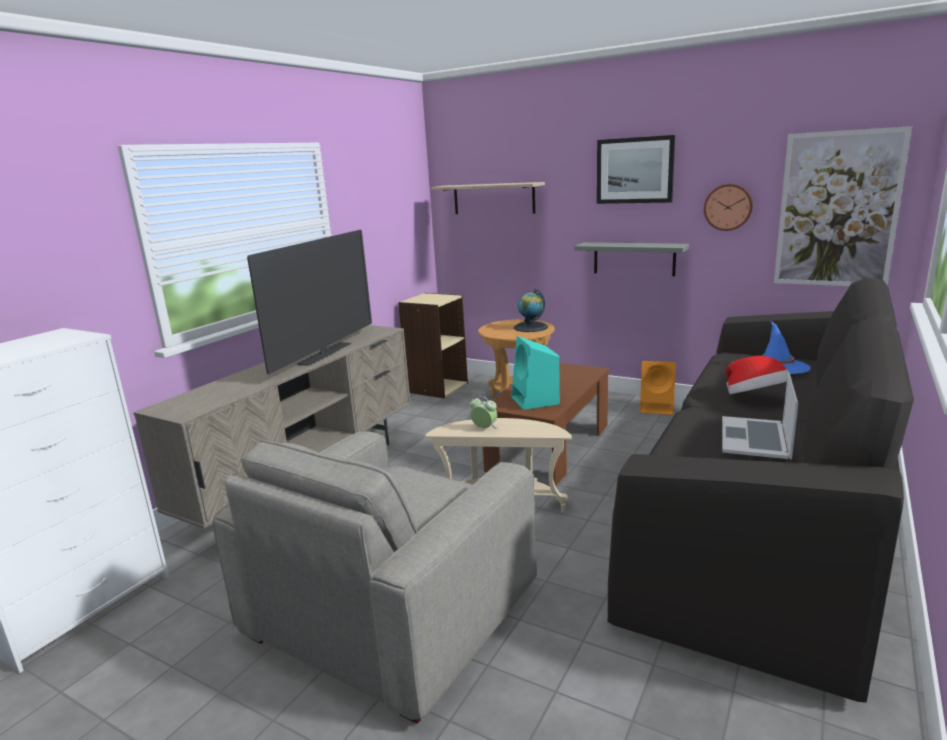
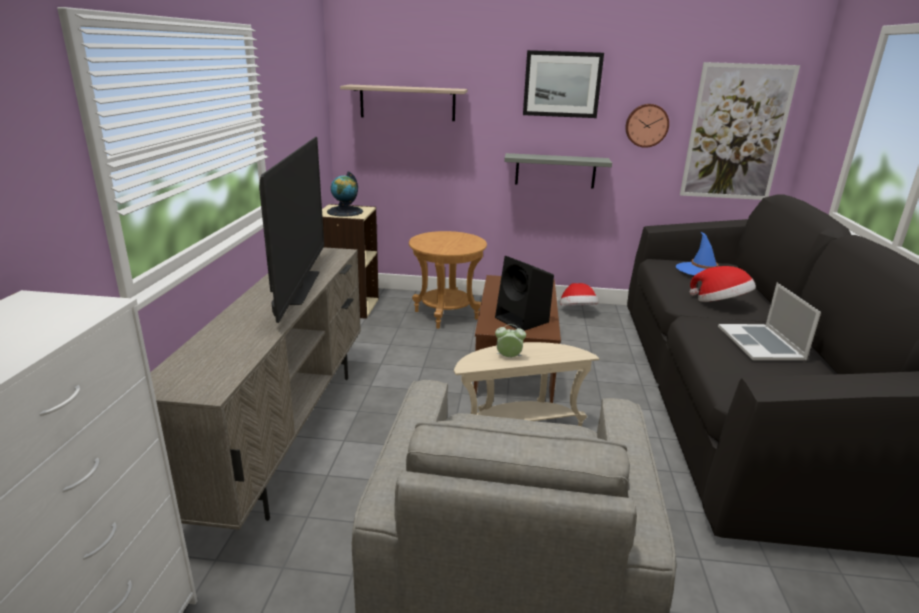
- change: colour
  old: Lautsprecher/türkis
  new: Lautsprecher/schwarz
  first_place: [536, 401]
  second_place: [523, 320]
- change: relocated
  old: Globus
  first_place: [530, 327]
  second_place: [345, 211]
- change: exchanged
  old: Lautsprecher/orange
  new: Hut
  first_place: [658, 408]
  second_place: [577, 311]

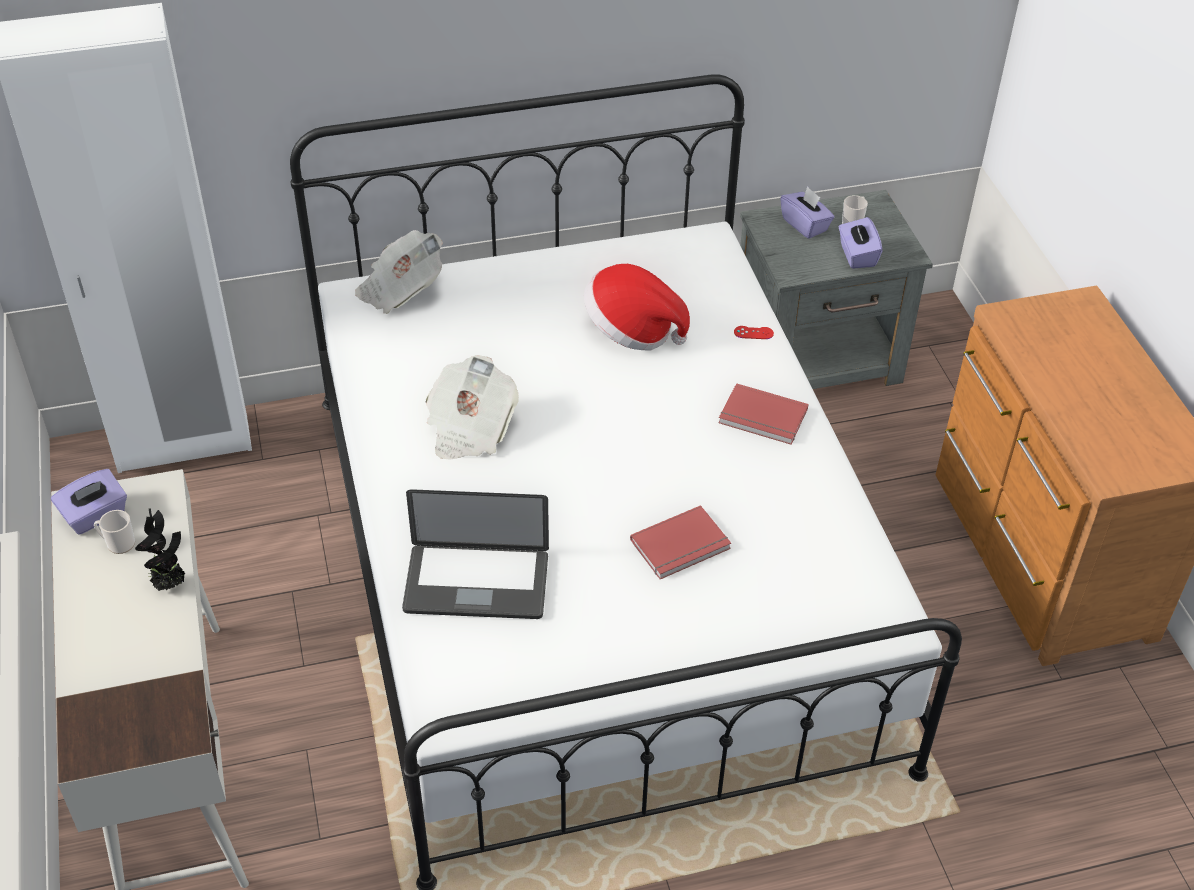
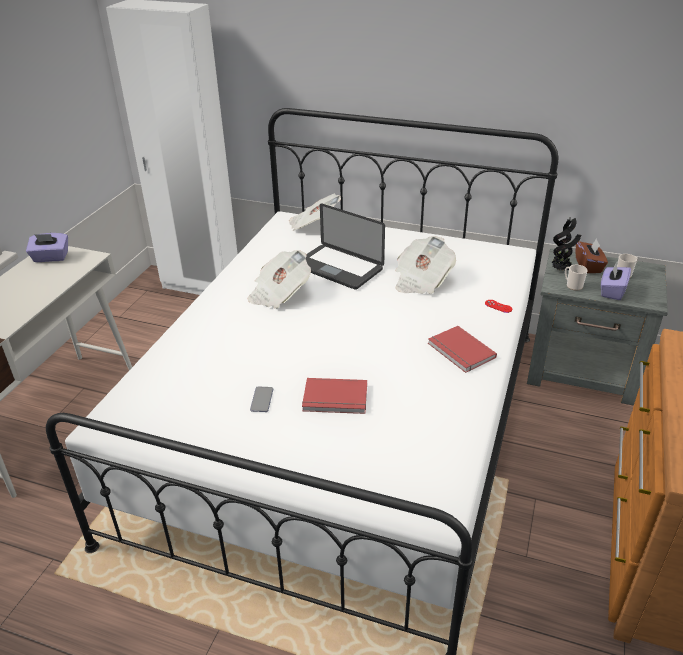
- change: relocated
  old: Henkelbecher
  first_place: [118, 543]
  second_place: [572, 285]
- change: relocated
  old: Topfpflanze
  first_place: [170, 584]
  second_place: [560, 269]
- change: relocated
  old: Laptop
  first_place: [476, 584]
  second_place: [338, 268]
- change: exchanged
  old: Hut
  new: Zeitung
  first_place: [632, 330]
  second_place: [421, 280]
- change: colour
  old: Taschentuchbox/lila
  new: Taschentuchbox/braun
  first_place: [805, 225]
  second_place: [588, 266]
- change: appeared
  new: Handy
  second_place: [262, 400]

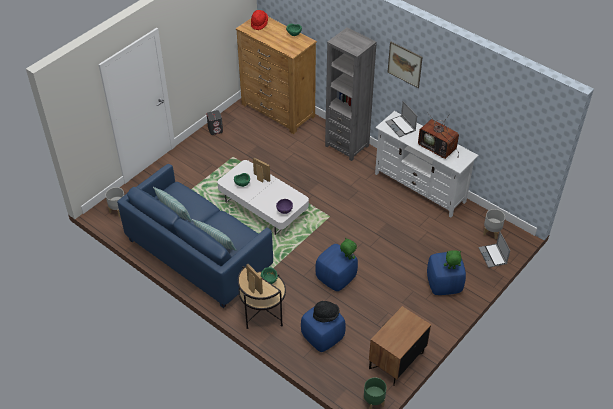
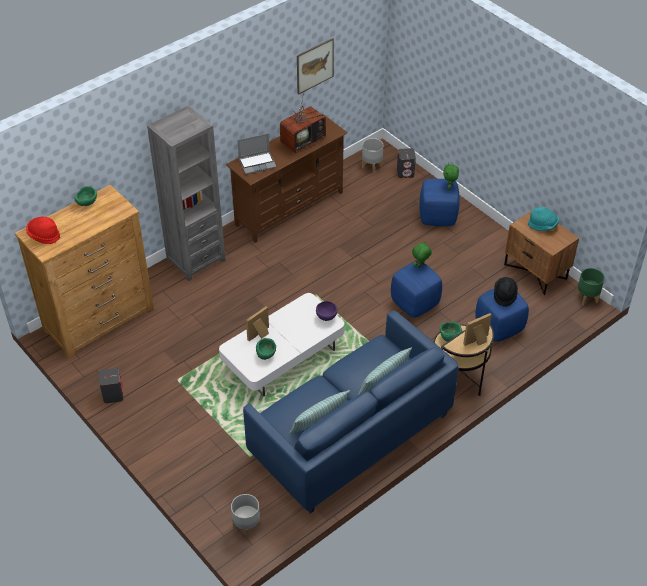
- change: colour
  old: Fernsehschrank/weiß
  new: Fernsehschrank/braun
  first_place: [420, 187]
  second_place: [289, 208]
- change: relocated
  old: Bild
  first_place: [405, 64]
  second_place: [315, 66]
- change: exchanged
  old: Laptop
  new: Lautsprecher/grau
  first_place: [493, 256]
  second_place: [405, 172]
- change: appeared
  new: Hut/türkis
  second_place: [542, 226]

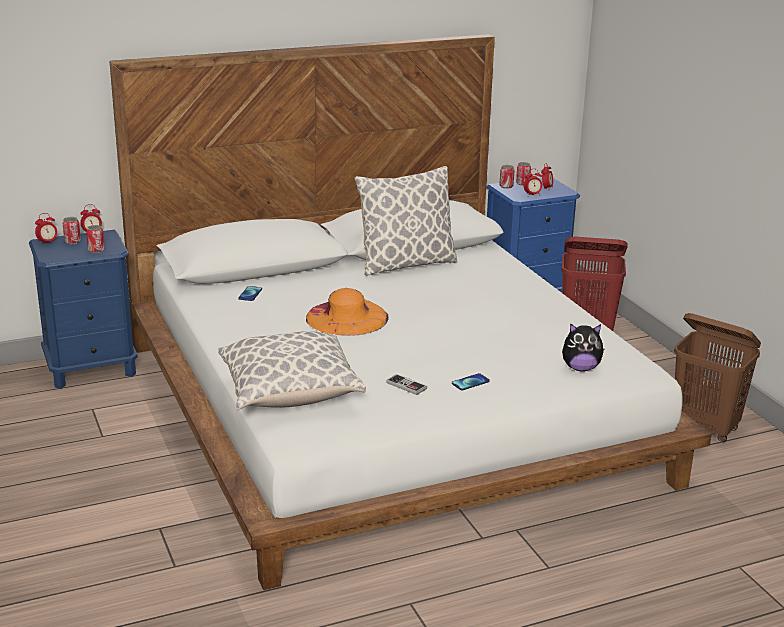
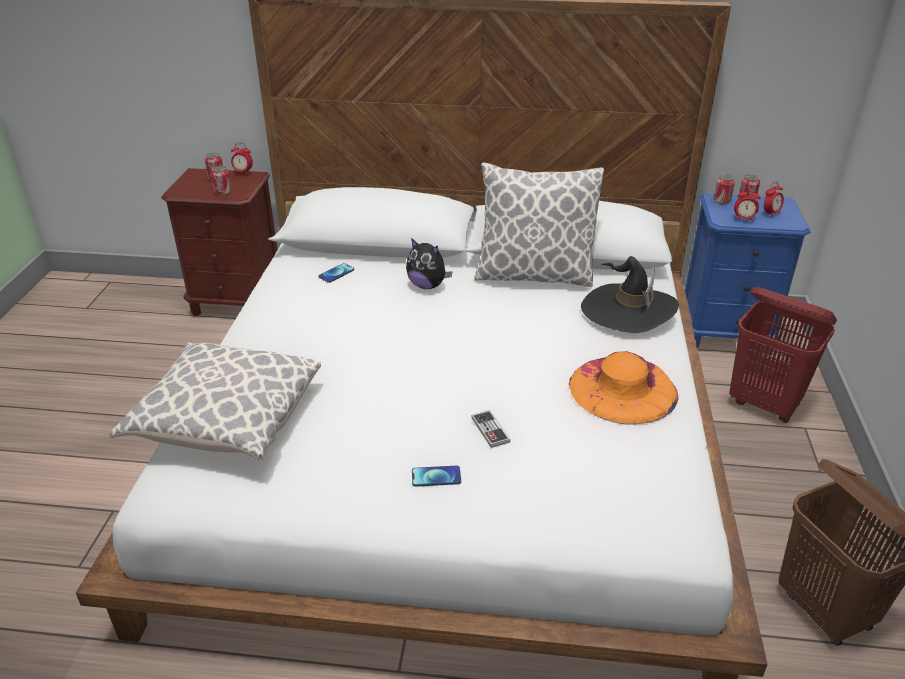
- change: colour
  old: Nachttisch/blau
  new: Nachttisch/braun
  first_place: [91, 369]
  second_place: [237, 302]
- change: missing
  old: Wecker
  first_place: [48, 242]
- change: relocated
  old: Hut/orange
  first_place: [347, 317]
  second_place: [623, 389]
- change: relocated
  old: Gamepad
  first_place: [406, 386]
  second_place: [490, 430]
- change: relocated
  old: Plüschtier
  first_place: [580, 368]
  second_place: [427, 285]
- change: appeared
  new: Hut/schwarz
  second_place: [628, 311]

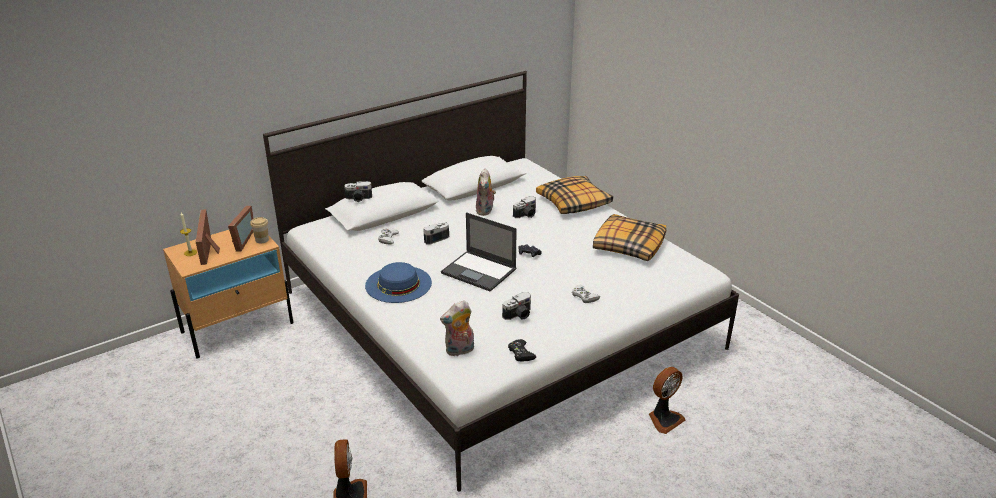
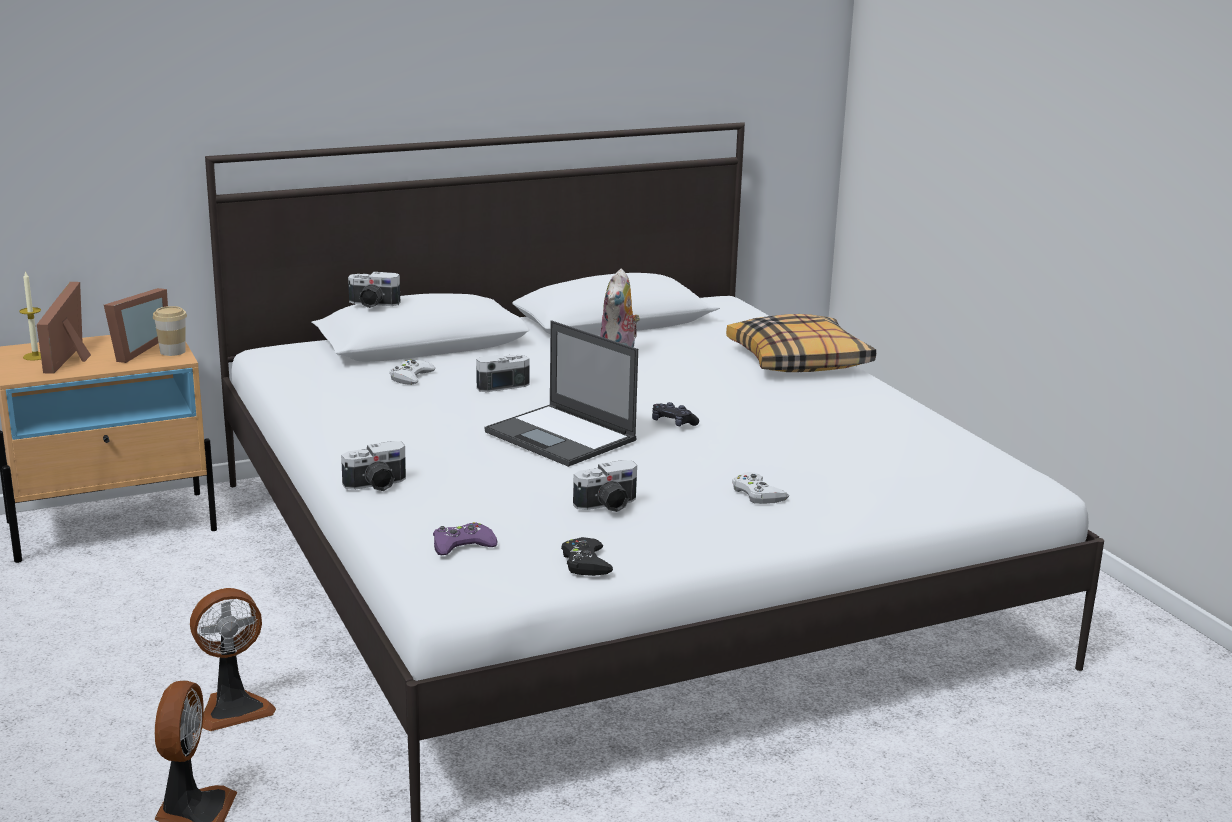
- change: missing
  old: Hut/blau
  first_place: [398, 284]
- change: exchanged
  old: Plüschtier
  new: Gamepad/lila
  first_place: [459, 351]
  second_place: [462, 545]
- change: relocated
  old: Kamera
  first_place: [526, 215]
  second_place: [376, 485]
- change: missing
  old: Kissen
  first_place: [628, 245]
- change: relocated
  old: Ventilator
  first_place: [664, 419]
  second_place: [233, 708]

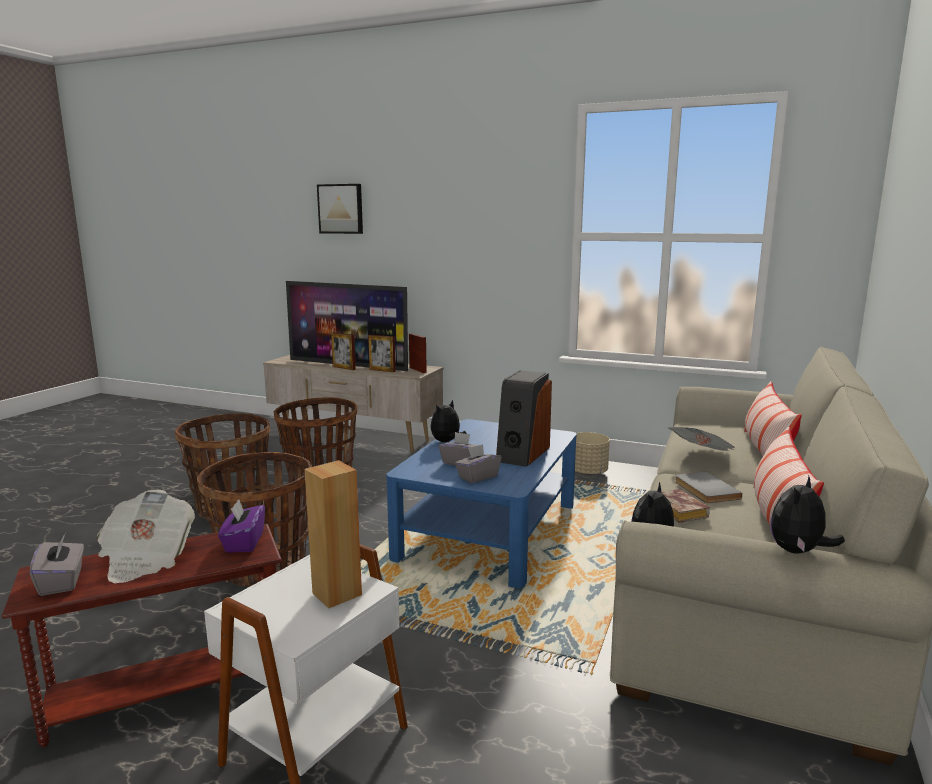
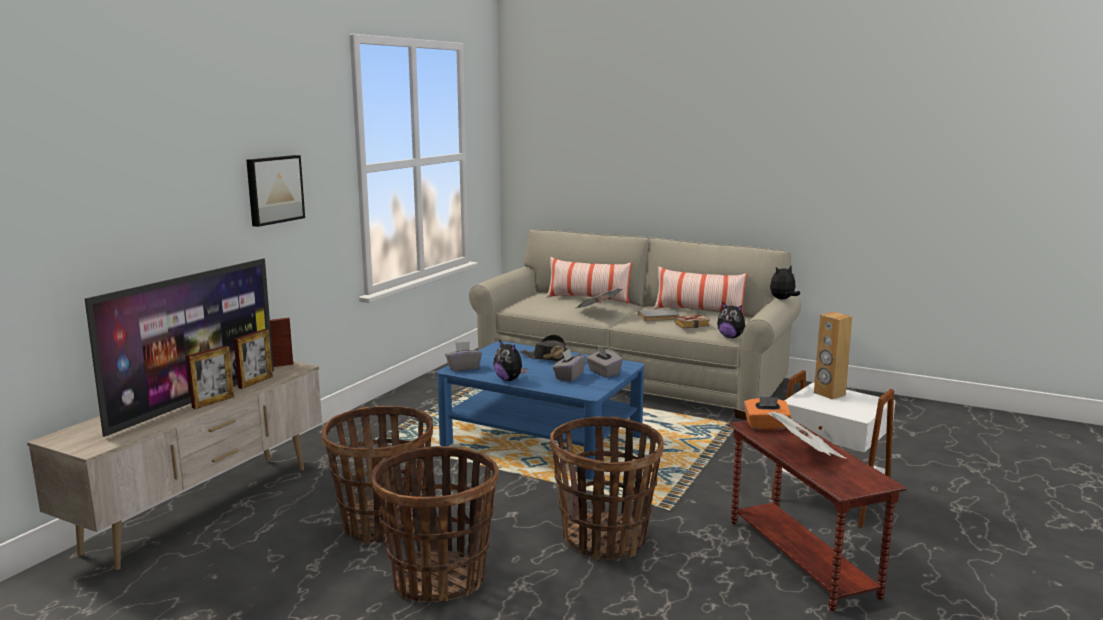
- change: relocated
  old: Taschentuchbox/grau
  first_place: [62, 581]
  second_place: [463, 368]
- change: colour
  old: Taschentuchbox/lila
  new: Taschentuchbox/orange
  first_place: [244, 542]
  second_place: [766, 426]
- change: relocated
  old: Bild
  first_place: [341, 209]
  second_place: [274, 189]
- change: exchanged
  old: Lautsprecher
  new: Hut/schwarz
  first_place: [522, 454]
  second_place: [550, 358]
- change: missing
  old: Pflanzkübel/beige
  first_place: [588, 472]
- change: spun
  old: Plüschtier
  first_place: [798, 552]
  second_place: [783, 299]
  degrees: 105

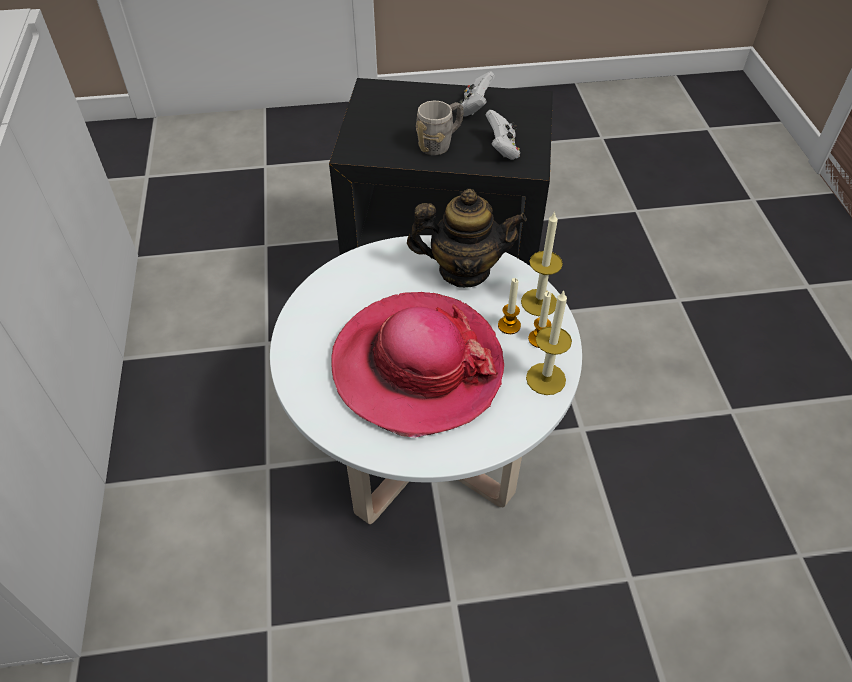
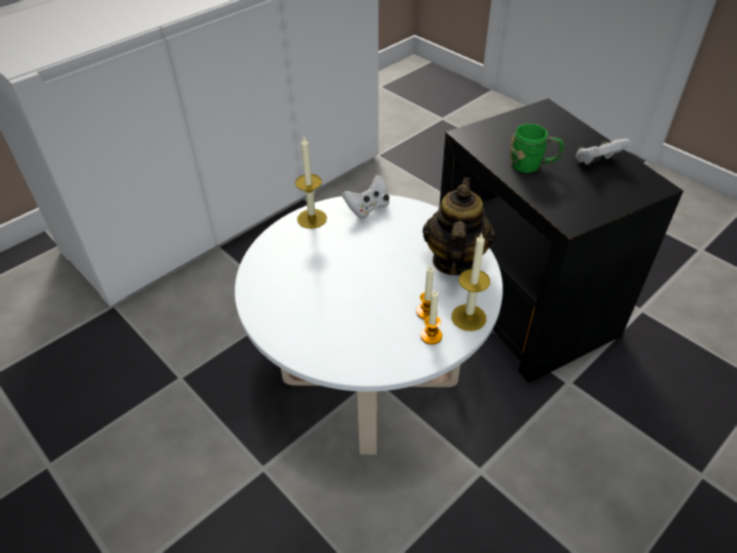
- change: missing
  old: Hut
  first_place: [417, 366]
- change: spun
  old: Teekanne
  first_place: [464, 270]
  second_place: [454, 260]
  degrees: -135
- change: colour
  old: Henkelbecher/grau
  new: Henkelbecher/grün
  first_place: [440, 143]
  second_place: [532, 166]
- change: relocated
  old: Gamepad/weiß
  first_place: [502, 149]
  second_place: [368, 208]
- change: relocated
  old: Kerze
  first_place: [545, 379]
  second_place: [312, 219]

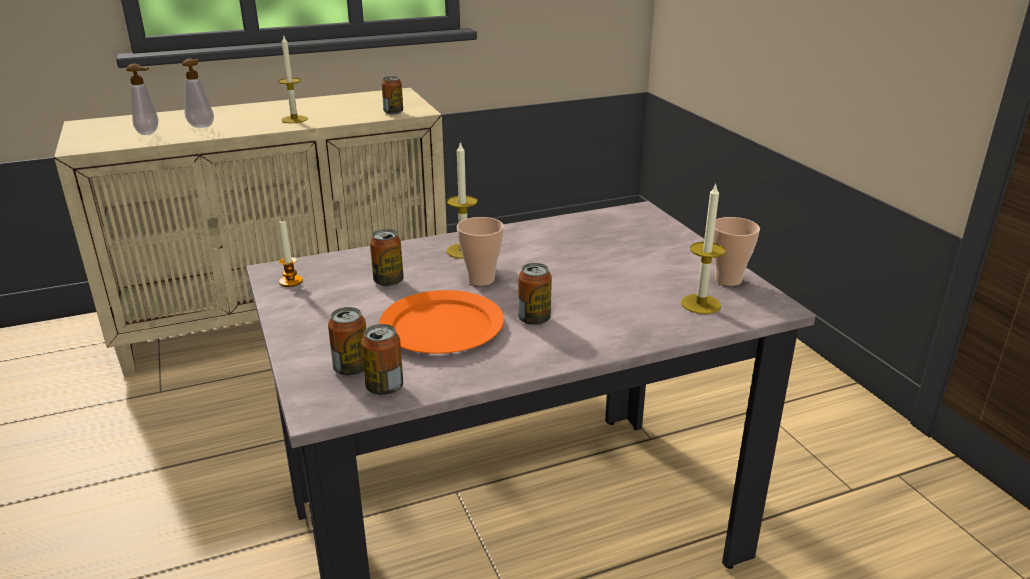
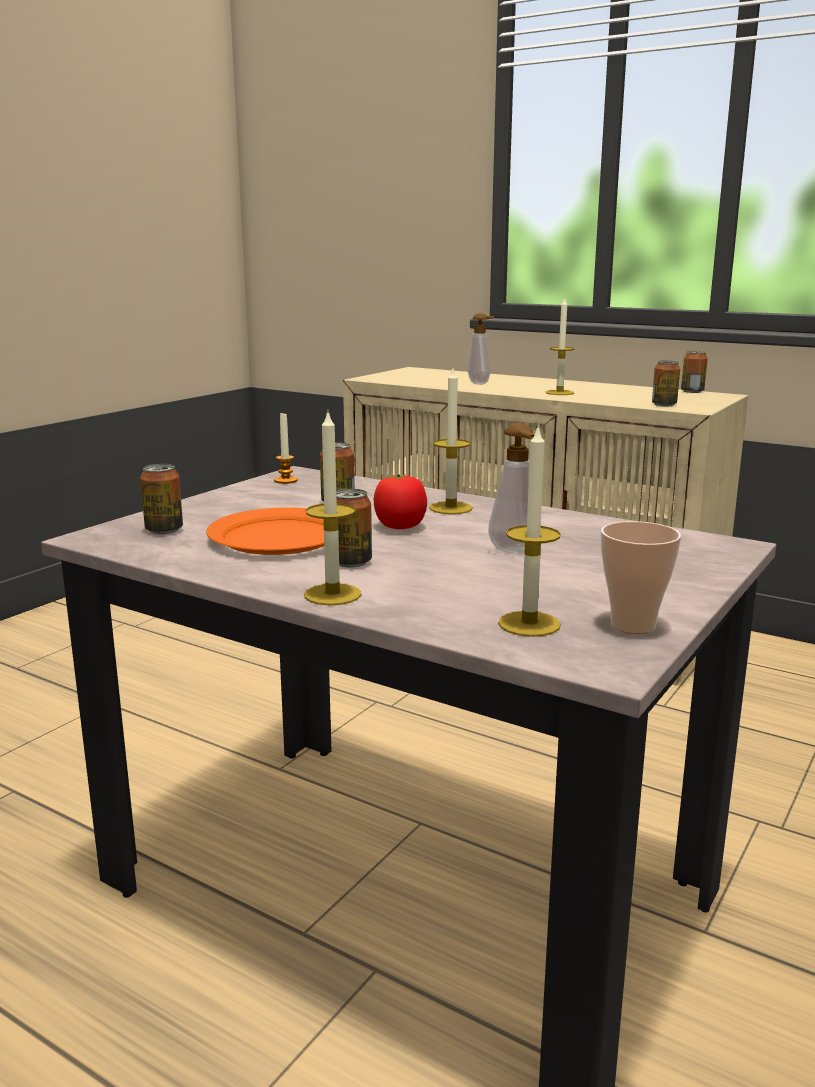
- change: relocated
  old: Seifenspender
  first_place: [150, 133]
  second_place: [516, 550]
- change: relocated
  old: Dose
  first_place: [384, 387]
  second_place: [692, 391]
- change: exchanged
  old: Tasse
  new: Tomate
  first_place: [481, 280]
  second_place: [400, 527]
- change: appeared
  new: Kerze
  second_place: [332, 594]

